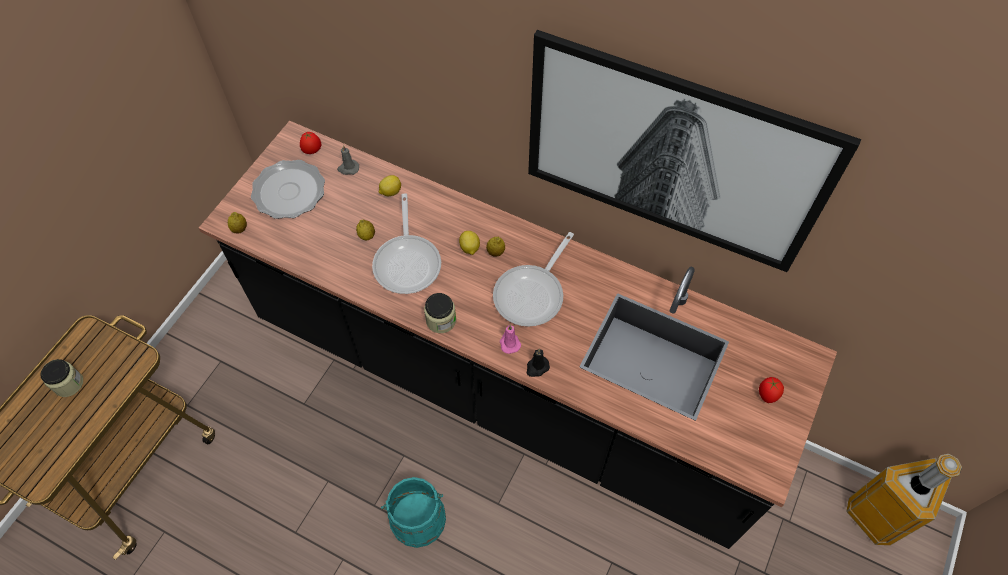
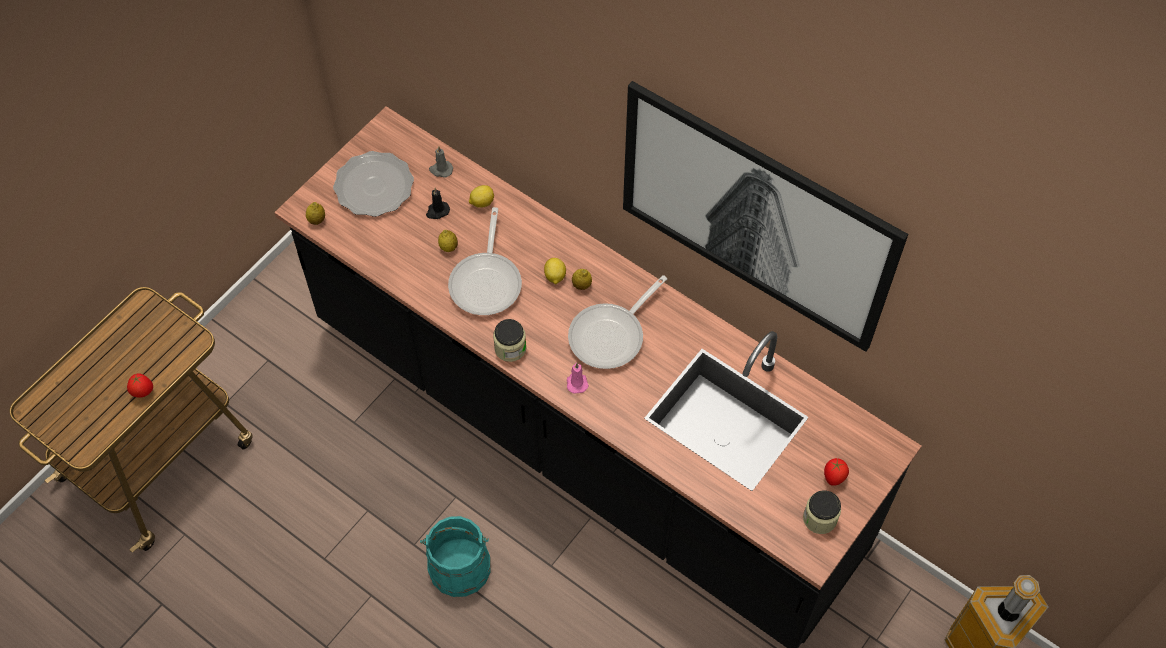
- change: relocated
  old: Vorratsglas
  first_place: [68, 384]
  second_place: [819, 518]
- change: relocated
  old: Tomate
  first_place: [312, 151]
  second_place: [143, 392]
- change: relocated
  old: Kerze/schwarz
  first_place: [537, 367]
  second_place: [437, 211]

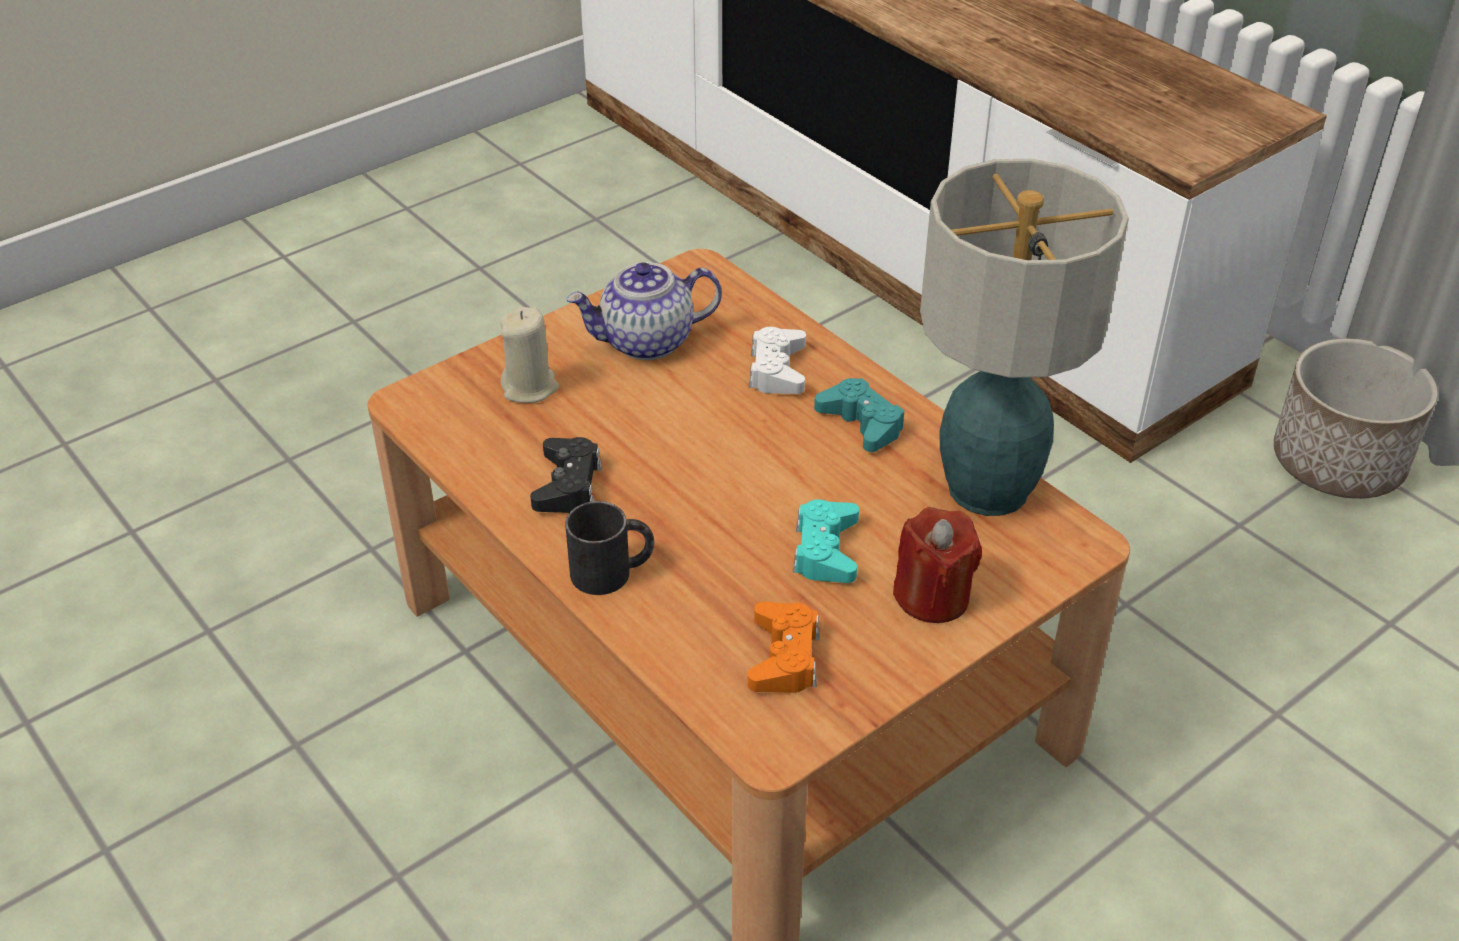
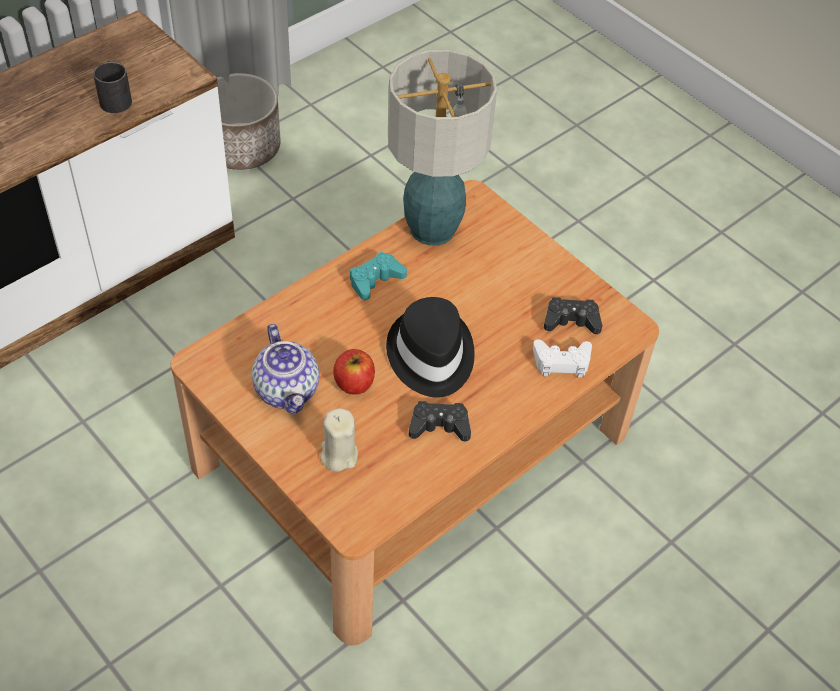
- change: relocated
  old: Henkelbecher/schwarz
  first_place: [613, 571]
  second_place: [115, 98]
- change: colour
  old: Gamepad/orange
  new: Gamepad/schwarz
  first_place: [784, 657]
  second_place: [571, 321]
- change: relocated
  old: Gamepad/weiß
  first_place: [777, 370]
  second_place: [561, 362]
- change: missing
  old: Gamepad/türkis
  first_place: [825, 550]
- change: missing
  old: Kerze/rot
  first_place: [932, 597]
- change: appeared
  new: Apfel
  second_place: [354, 383]
- change: appeared
  new: Hut/schwarz
  second_place: [430, 355]

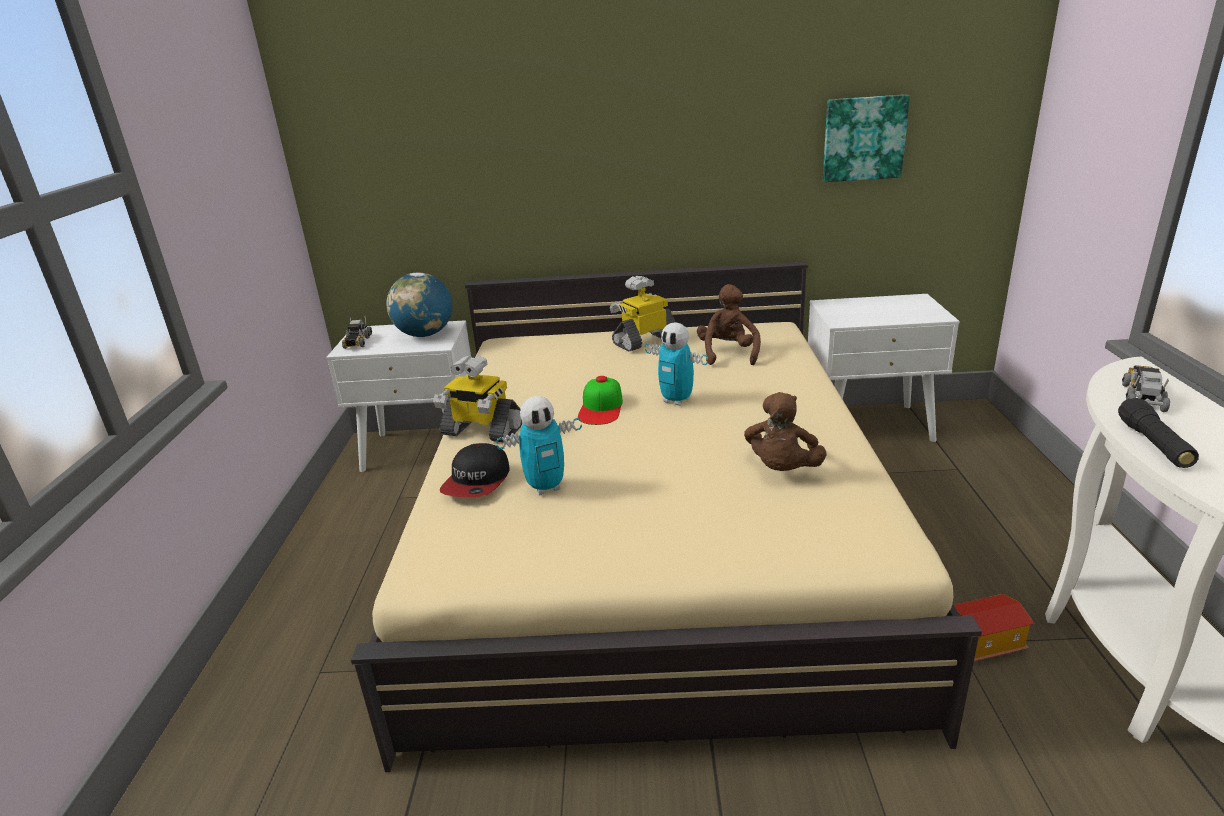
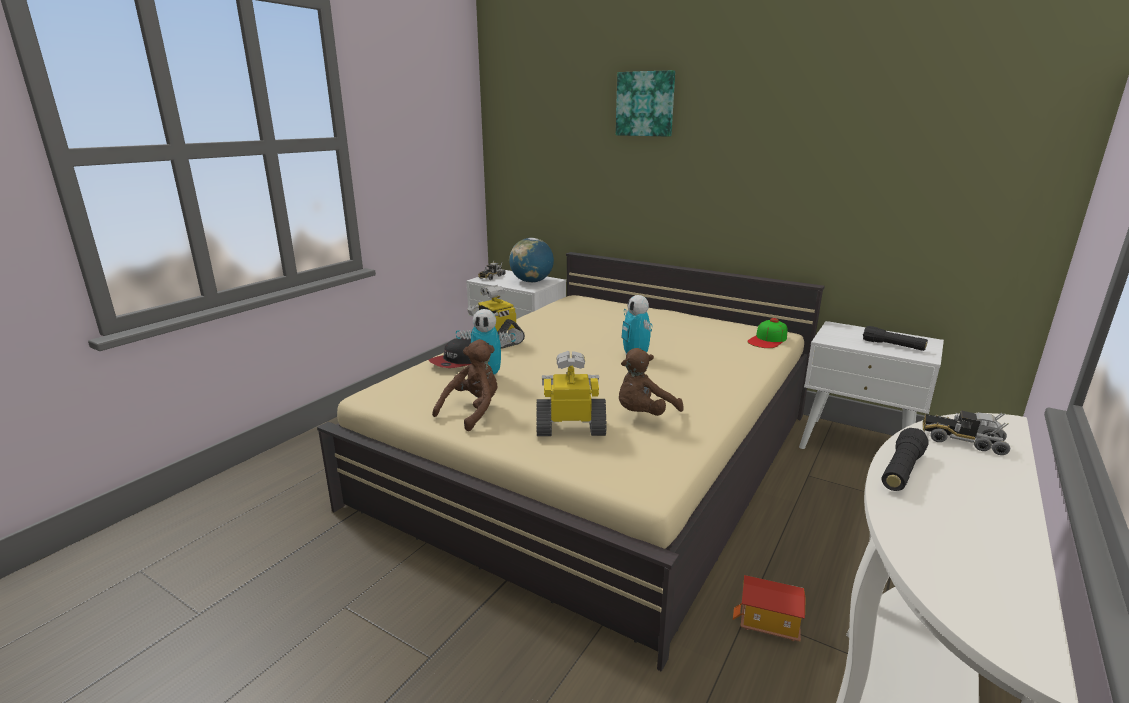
- change: relocated
  old: Kappe
  first_place: [601, 408]
  second_place: [768, 339]
- change: relocated
  old: Spielzeugroboter
  first_place: [644, 340]
  second_place: [571, 428]
- change: relocated
  old: Plüschtier/braun
  first_place: [728, 354]
  second_place: [473, 412]
- change: relocated
  old: Bild
  first_place: [863, 138]
  second_place: [645, 104]
- change: spun
  old: Spielzeuglaster
  first_place: [1142, 396]
  second_place: [962, 441]
  degrees: -120
- change: appeared
  new: Taschenlampe/schwarz
  second_place: [893, 346]

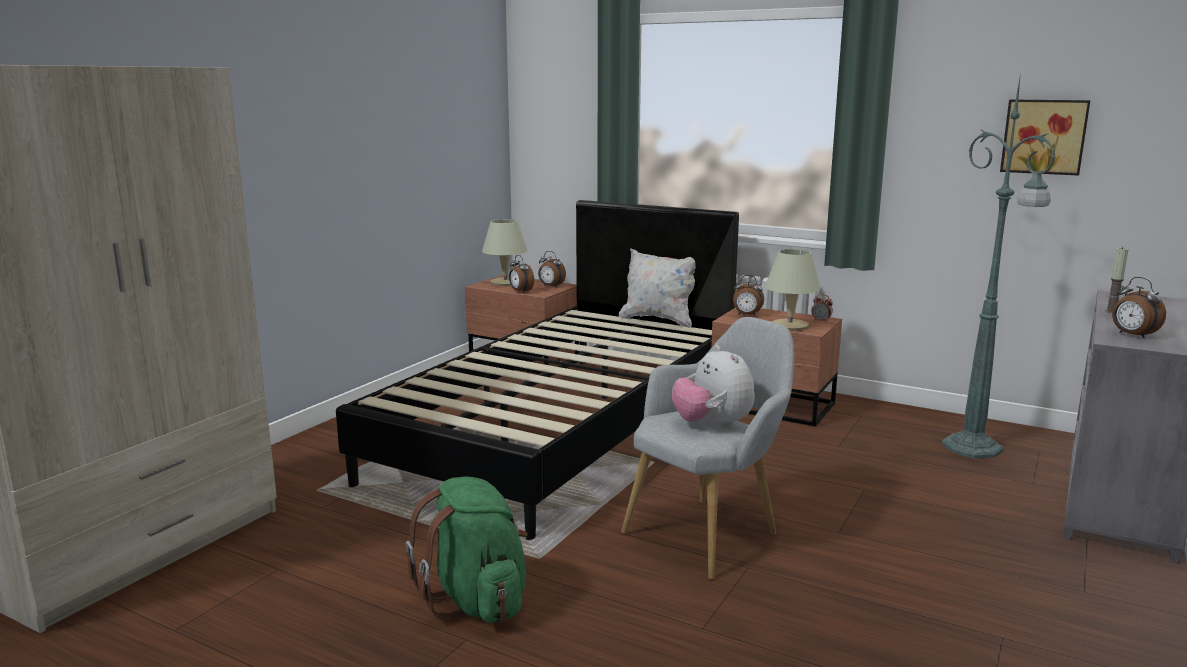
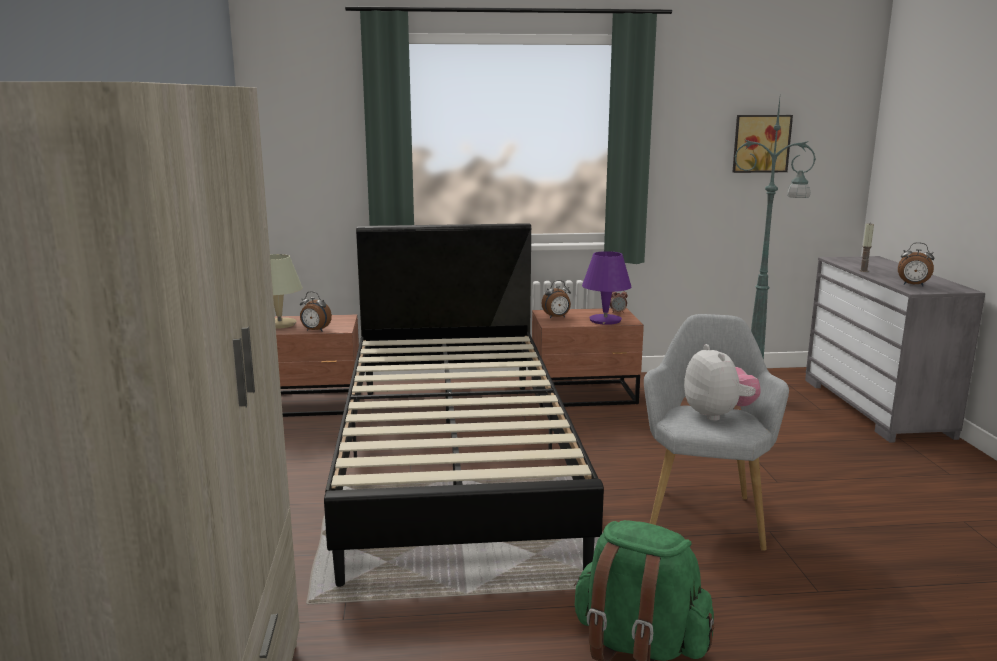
- change: missing
  old: Wecker
  first_place: [551, 286]
- change: missing
  old: Kissen/weiß
  first_place: [658, 320]
- change: spun
  old: Plüschtier
  first_place: [712, 425]
  second_place: [718, 415]
  degrees: -135
- change: colour
  old: Tischlampe/beige
  new: Tischlampe/lila
  first_place: [789, 326]
  second_place: [605, 320]

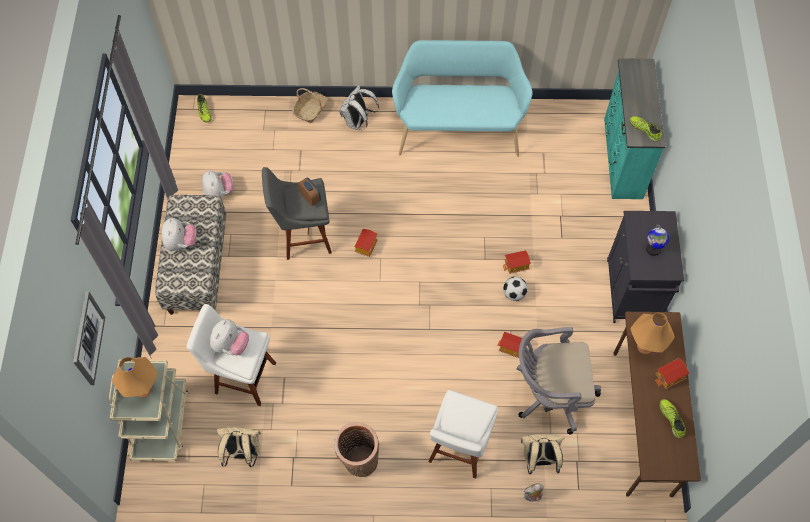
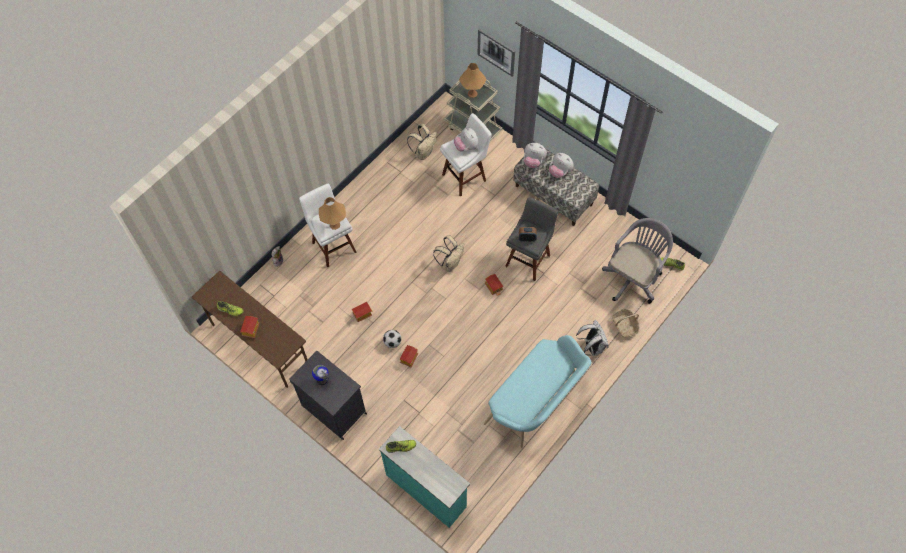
- change: relocated
  old: Plüschtier
  first_place: [219, 192]
  second_place: [533, 161]
- change: missing
  old: Korb
  first_place: [358, 461]
- change: relocated
  old: Bürostuhl/grau
  first_place: [549, 393]
  second_place: [633, 277]
- change: relocated
  old: Rucksack/beige
  first_place: [539, 459]
  second_place: [450, 263]
- change: relocated
  old: Tischlampe/orange
  first_place: [644, 346]
  second_place: [335, 225]

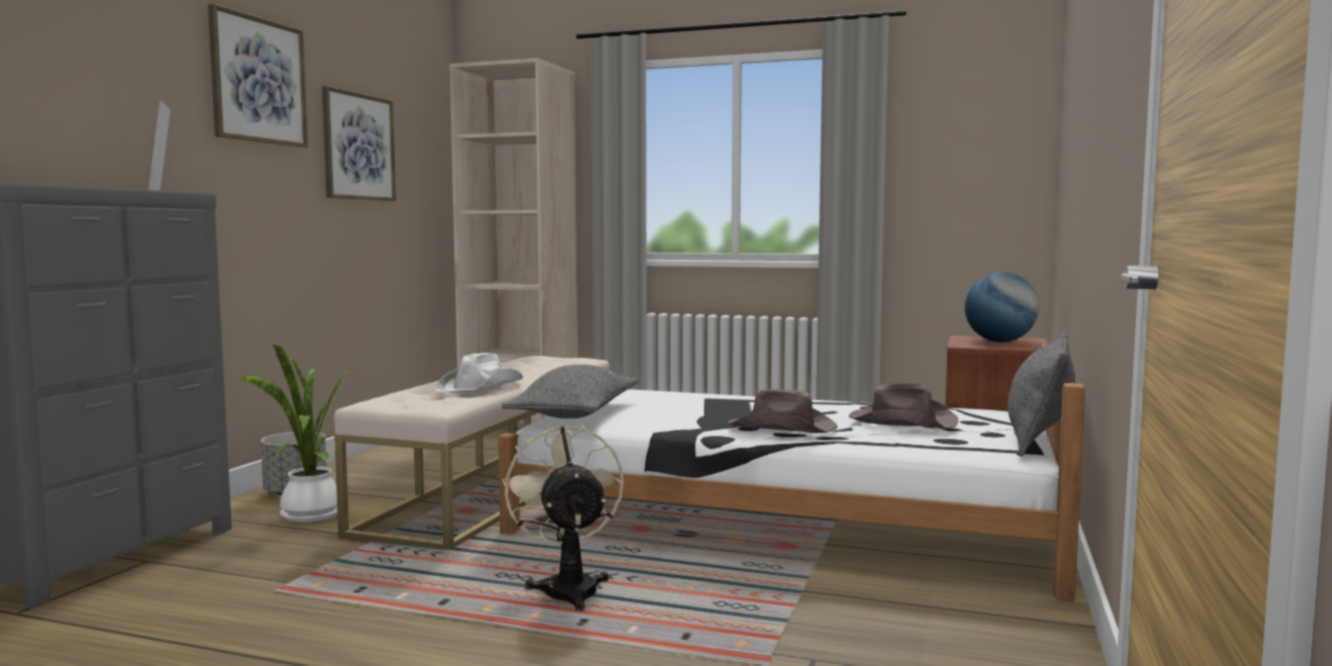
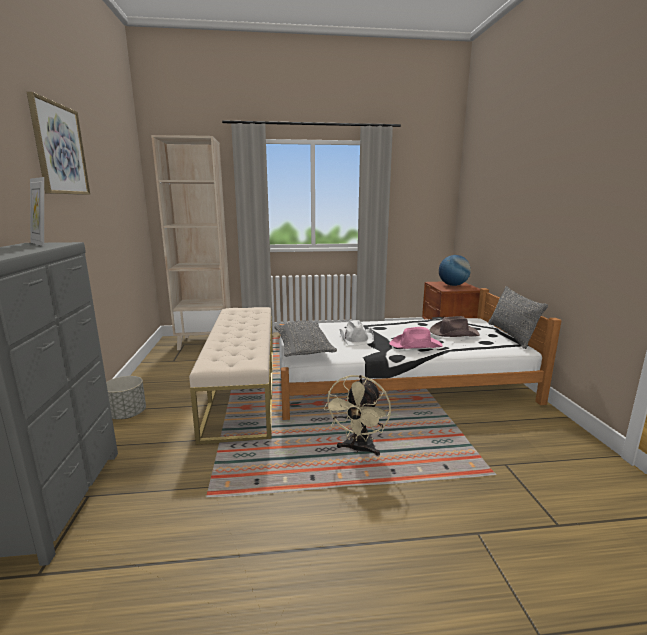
- change: missing
  old: Topfpflanze
  first_place: [308, 516]
- change: missing
  old: Bild
  first_place: [358, 147]
- change: relocated
  old: Hut/weiß
  first_place: [480, 387]
  second_place: [356, 338]
- change: spun
  old: Ventilator/beige
  first_place: [568, 588]
  second_place: [358, 449]
  degrees: -120
- change: colour
  old: Hut/braun
  new: Hut/rosa
  first_place: [783, 428]
  second_place: [416, 345]

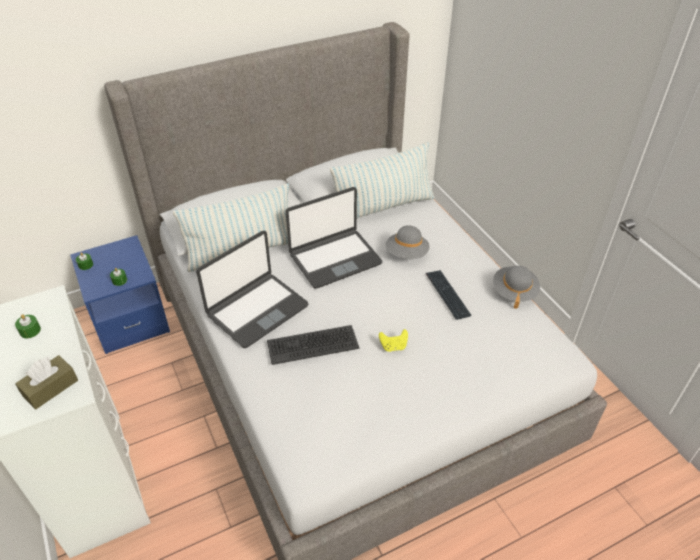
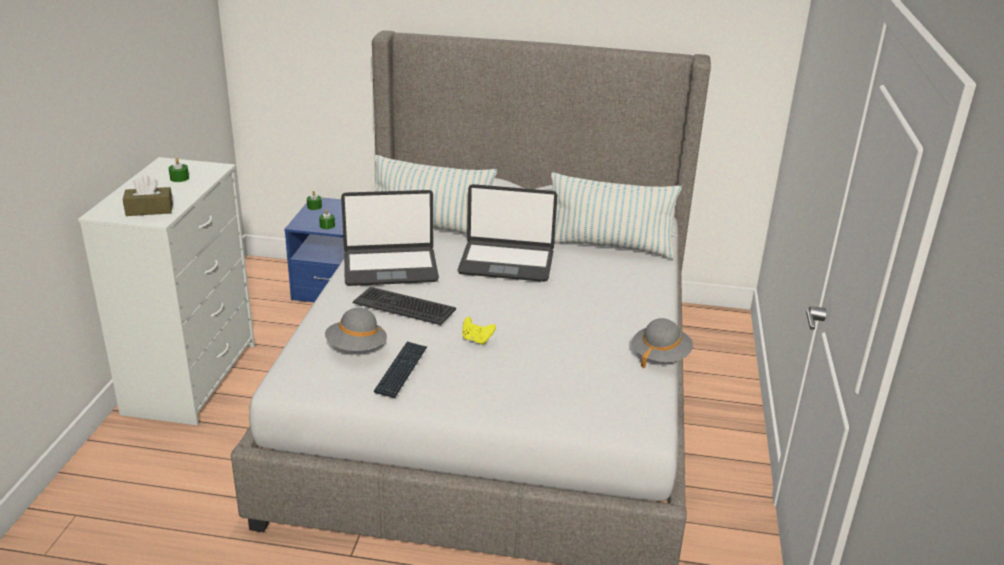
- change: relocated
  old: Hut/grau
  first_place: [407, 254]
  second_place: [356, 348]
- change: relocated
  old: Tastatur
  first_place: [447, 295]
  second_place: [401, 370]

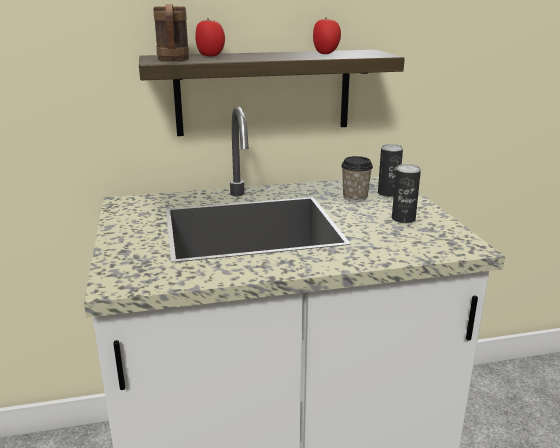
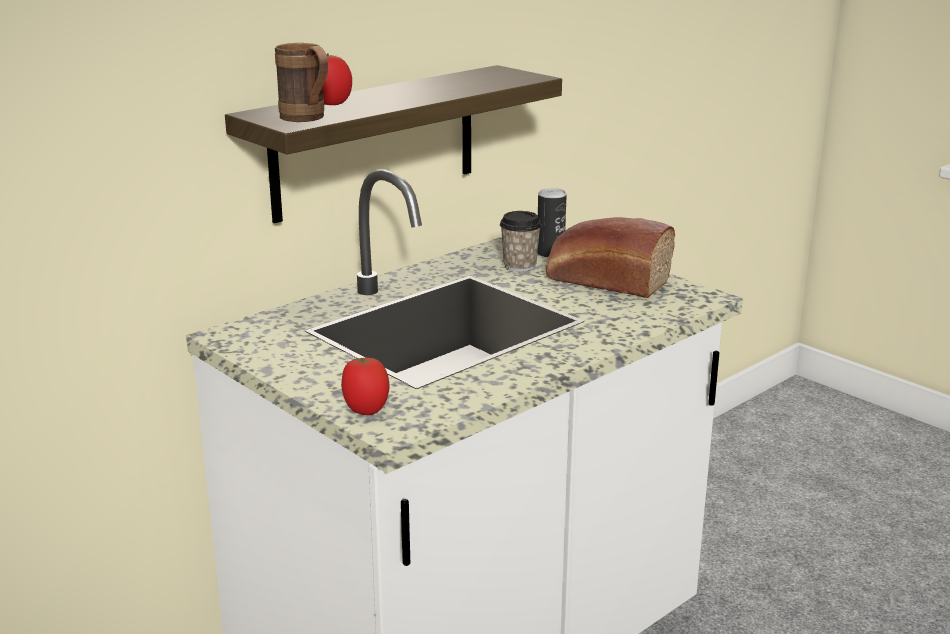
- change: relocated
  old: Tomate
  first_place: [326, 53]
  second_place: [366, 410]
- change: exchanged
  old: Dose
  new: Brot
  first_place: [403, 219]
  second_place: [604, 280]

